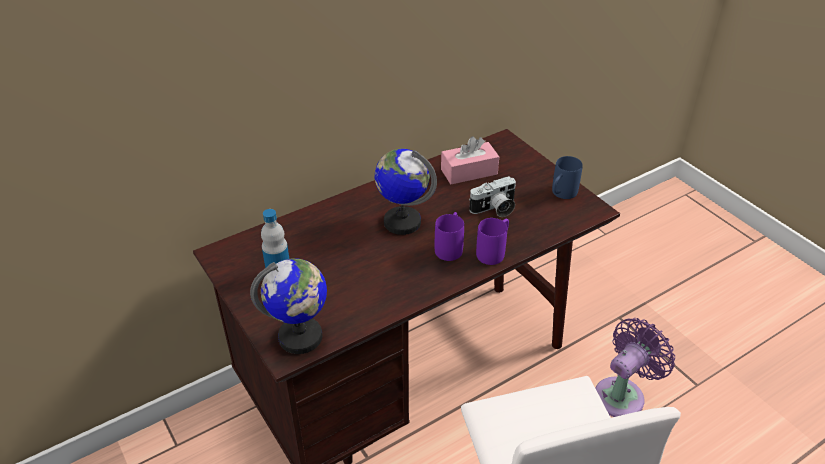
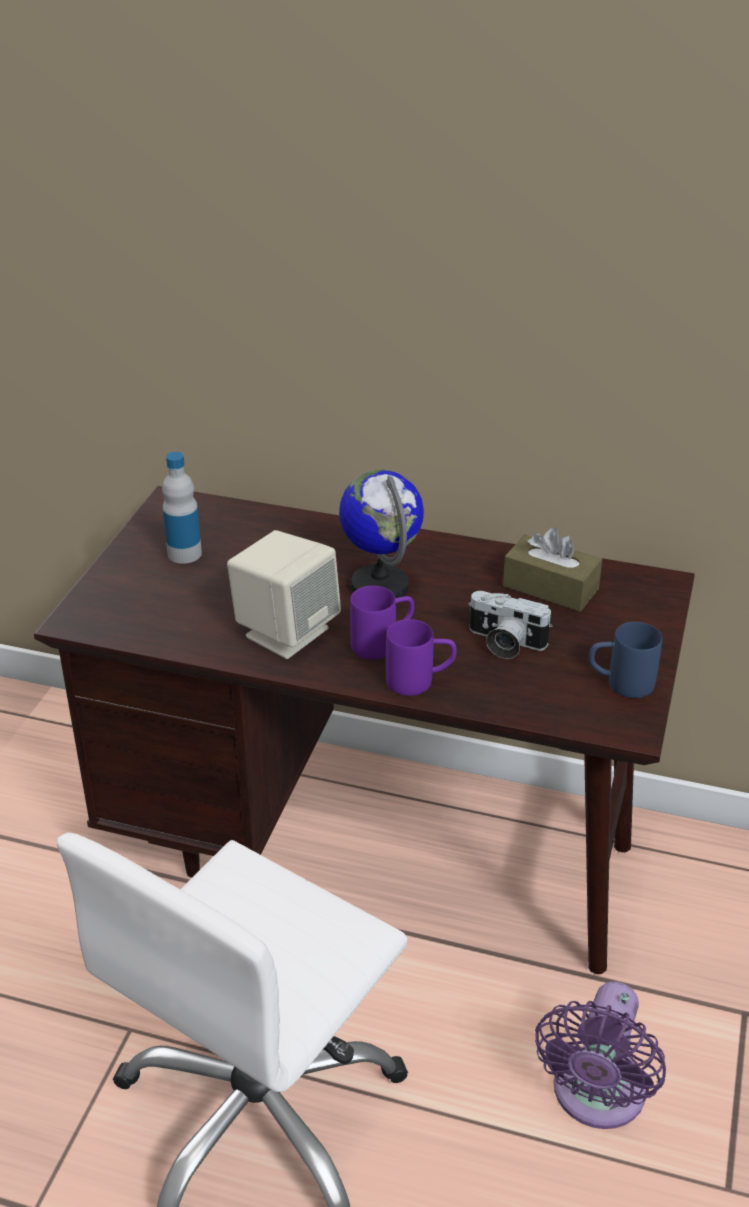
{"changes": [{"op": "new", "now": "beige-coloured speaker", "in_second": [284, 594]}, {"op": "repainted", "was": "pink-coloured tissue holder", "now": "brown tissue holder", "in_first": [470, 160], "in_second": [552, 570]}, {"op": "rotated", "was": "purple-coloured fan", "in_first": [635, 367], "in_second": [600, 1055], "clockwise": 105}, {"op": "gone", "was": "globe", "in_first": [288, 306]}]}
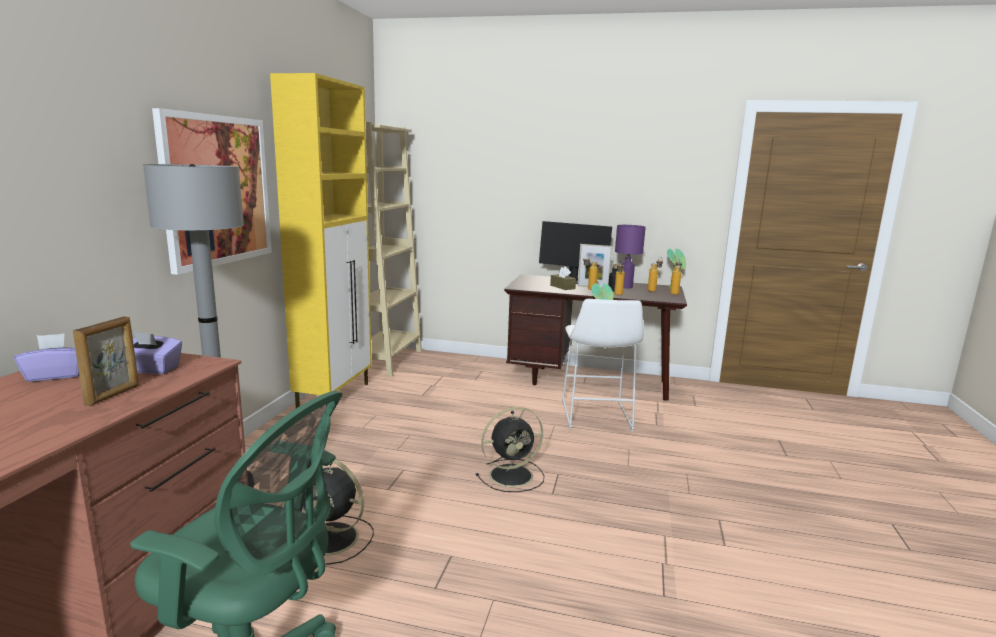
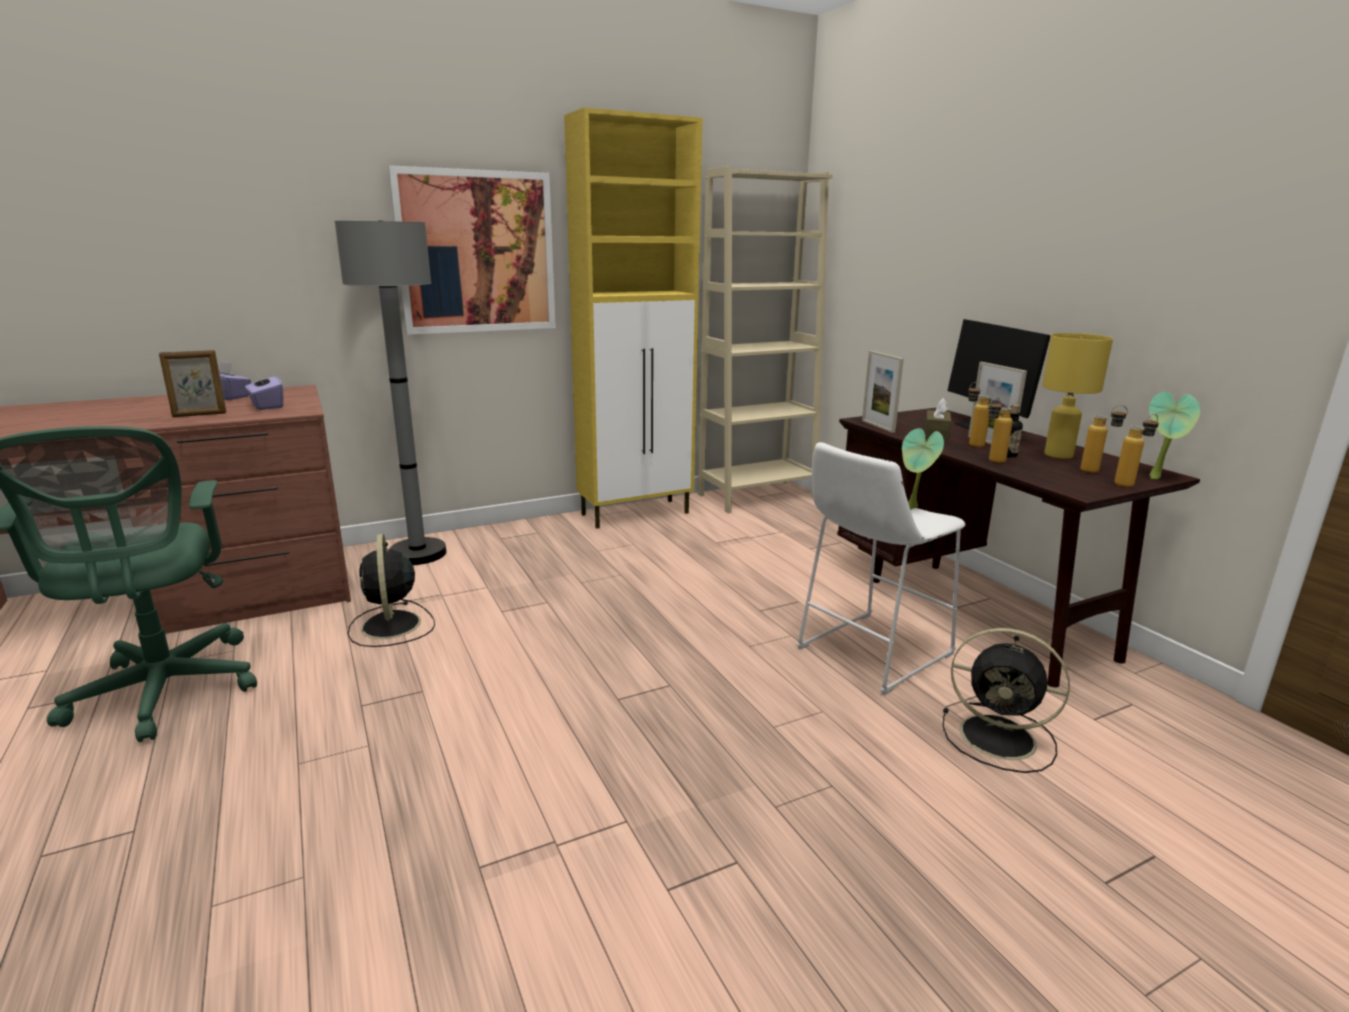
{"changes": [{"op": "new", "now": "photo frame", "in_second": [883, 392]}, {"op": "shifted", "was": "black-coloured fan", "in_first": [509, 449], "in_second": [1006, 700]}, {"op": "repainted", "was": "purple-coloured lamp for a table", "now": "yellowish lamp for a table", "in_first": [630, 256], "in_second": [1077, 396]}]}
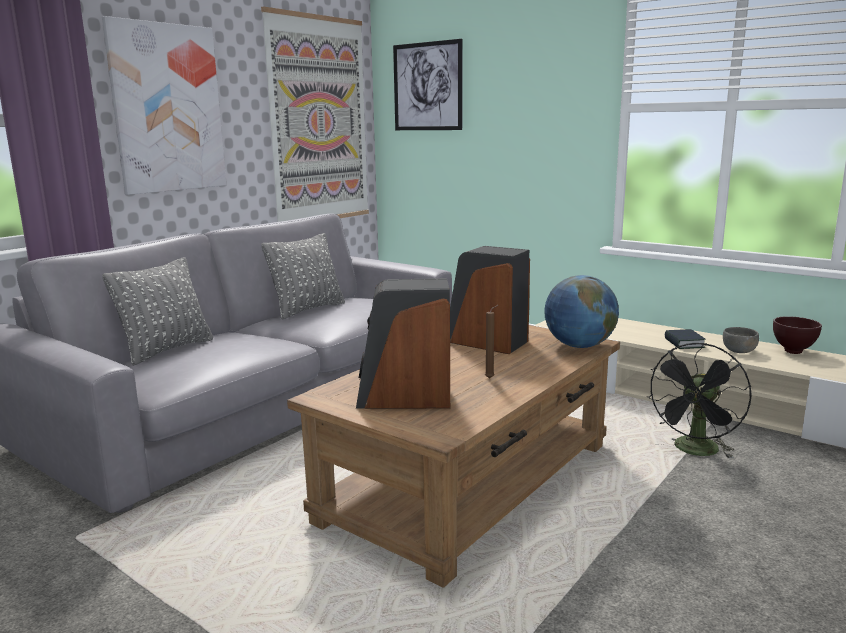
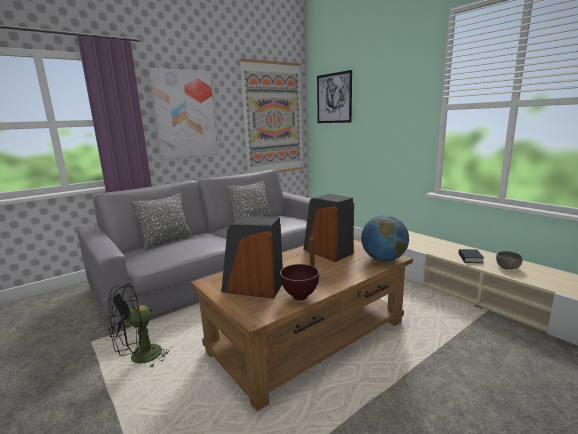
{"changes": [{"op": "shifted", "was": "black-coloured fan", "in_first": [699, 401], "in_second": [140, 325]}, {"op": "shifted", "was": "brown deep dish", "in_first": [797, 335], "in_second": [299, 282]}]}
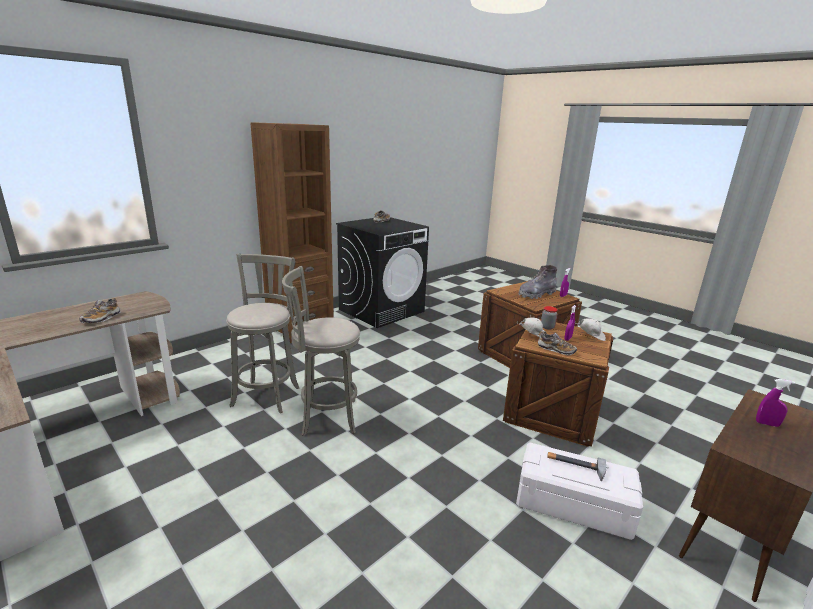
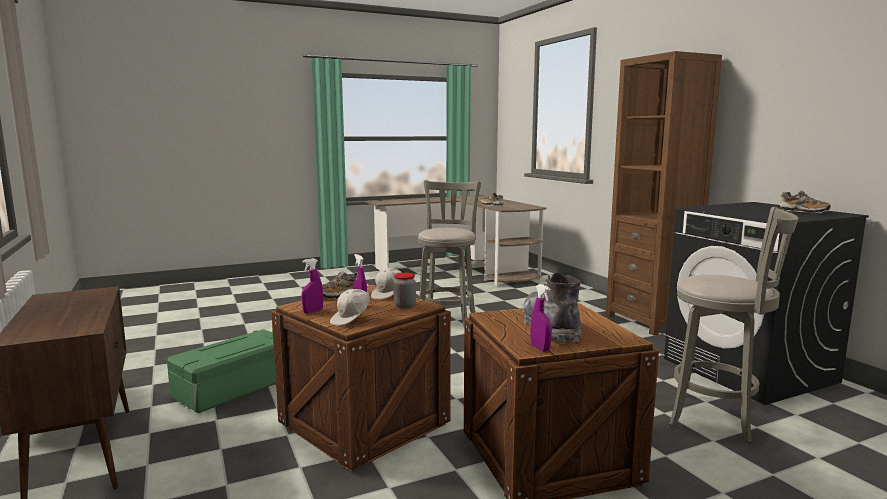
{"changes": [{"op": "repainted", "was": "white storage container", "now": "green storage container", "in_first": [579, 491], "in_second": [221, 371]}, {"op": "shifted", "was": "purple-coloured spray bottle", "in_first": [775, 403], "in_second": [312, 286]}, {"op": "shifted", "was": "gray stool", "in_first": [262, 333], "in_second": [733, 325]}, {"op": "gone", "was": "tool hammer", "in_first": [576, 466]}]}
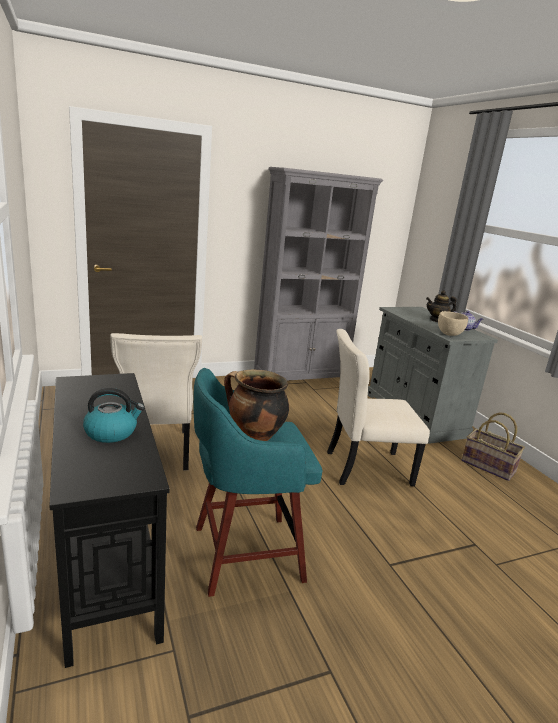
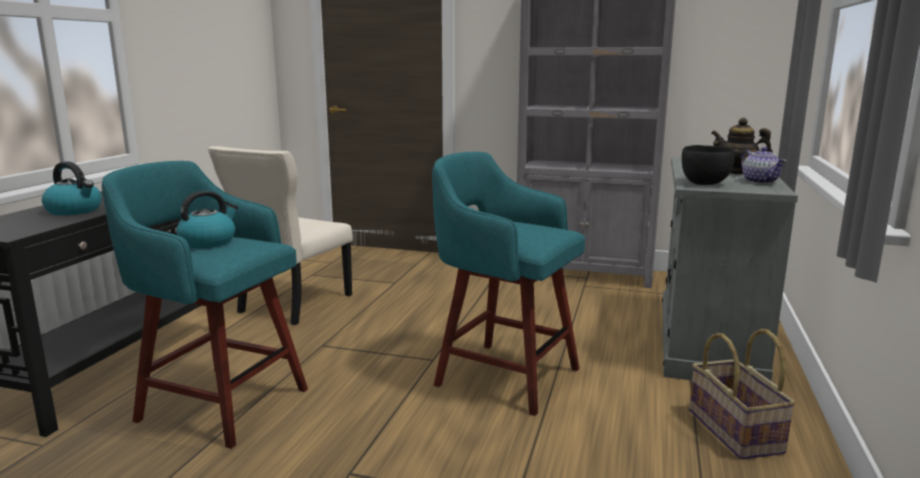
{"changes": [{"op": "swapped", "was": "saucepot", "now": "water kettle", "in_first": [256, 405], "in_second": [207, 219]}, {"op": "swapped", "was": "beige-coloured plain chair", "now": "turquoise stool", "in_first": [378, 407], "in_second": [508, 284]}, {"op": "repainted", "was": "beige-coloured deep dish", "now": "black-coloured deep dish", "in_first": [453, 323], "in_second": [708, 165]}]}
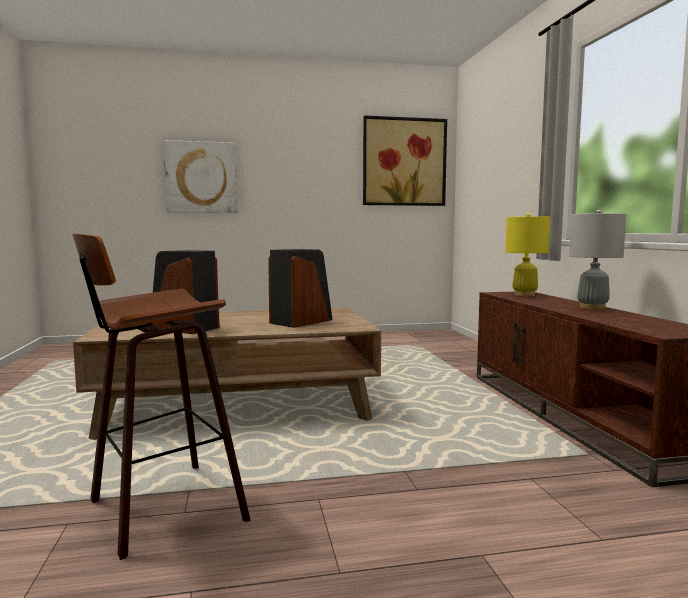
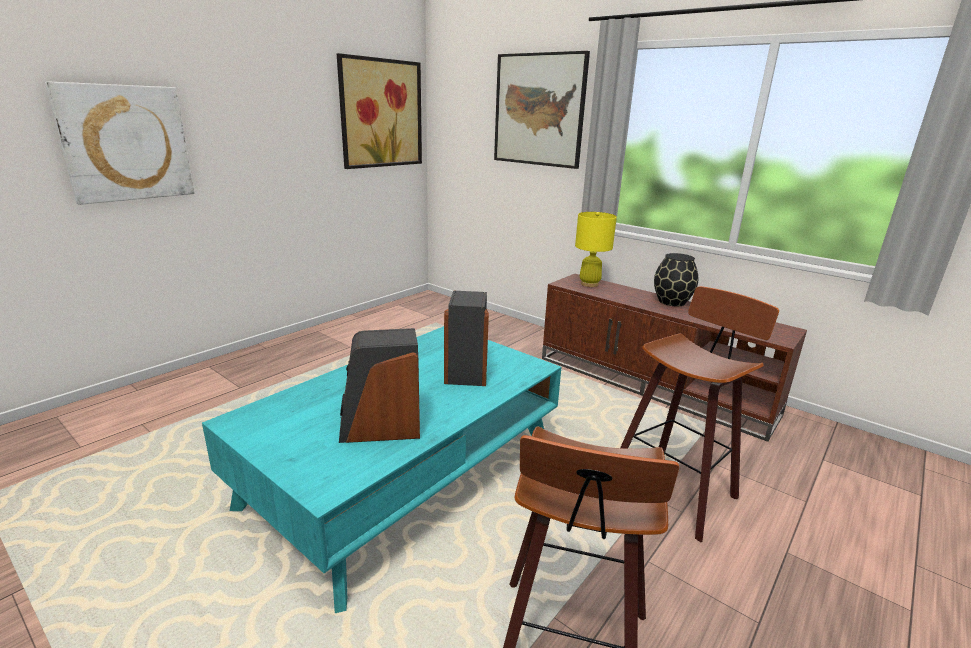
{"changes": [{"op": "repainted", "was": "brown low table", "now": "turquoise low table", "in_first": [227, 374], "in_second": [381, 469]}, {"op": "new", "now": "picture", "in_second": [542, 110]}, {"op": "new", "now": "stool", "in_second": [699, 414]}, {"op": "swapped", "was": "gray lamp for a table", "now": "black-coloured flower vase", "in_first": [597, 260], "in_second": [676, 279]}]}
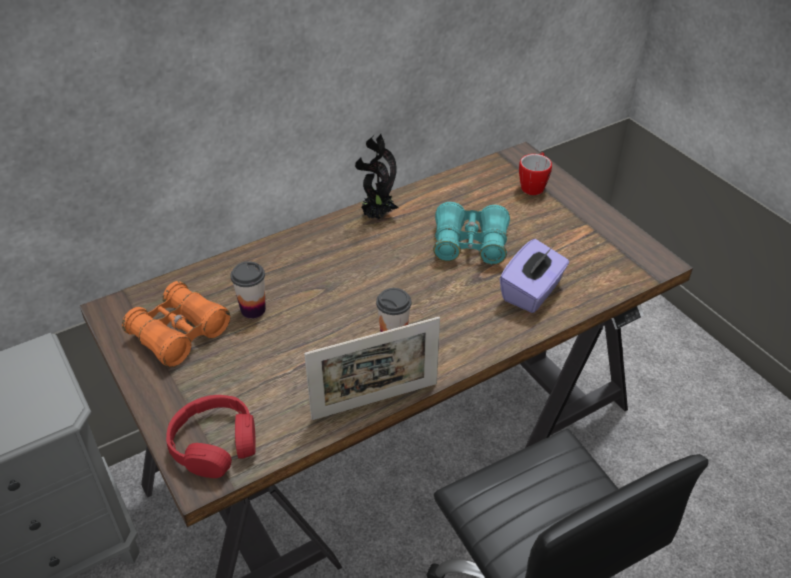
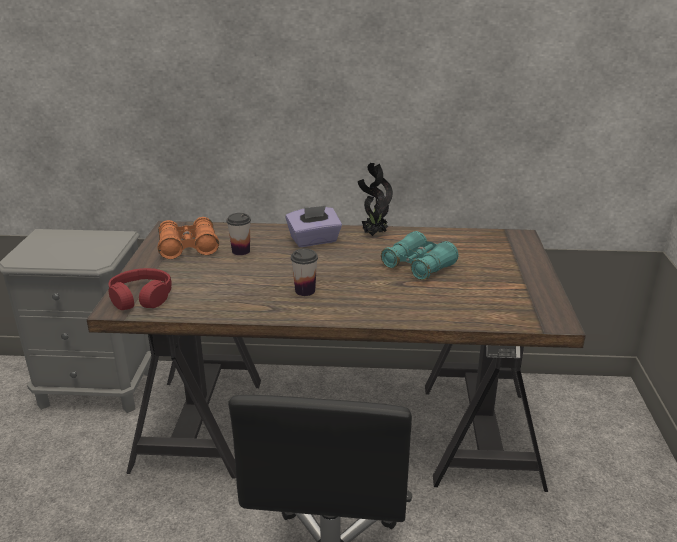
{"changes": [{"op": "shifted", "was": "purple-coloured tissue holder", "in_first": [534, 276], "in_second": [314, 226]}, {"op": "gone", "was": "photo frame", "in_first": [372, 368]}, {"op": "gone", "was": "mug", "in_first": [535, 173]}]}
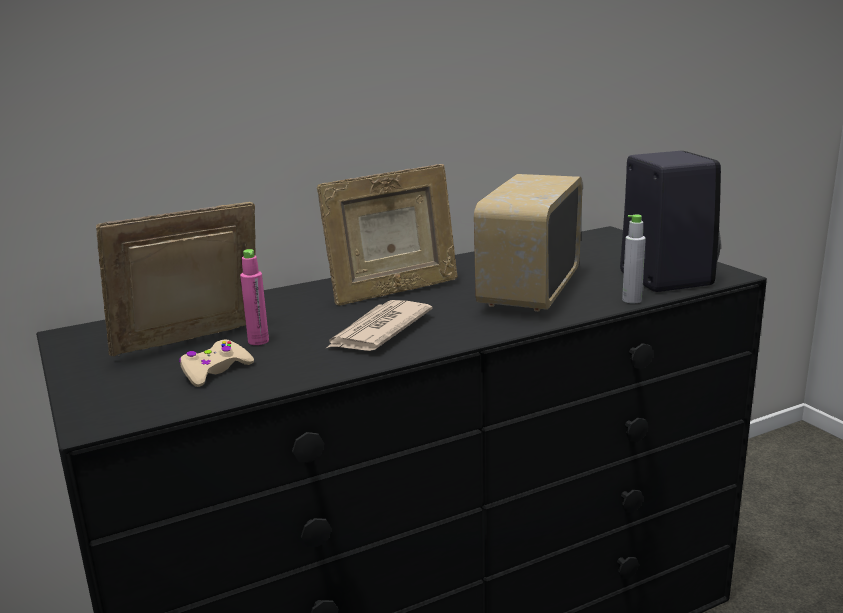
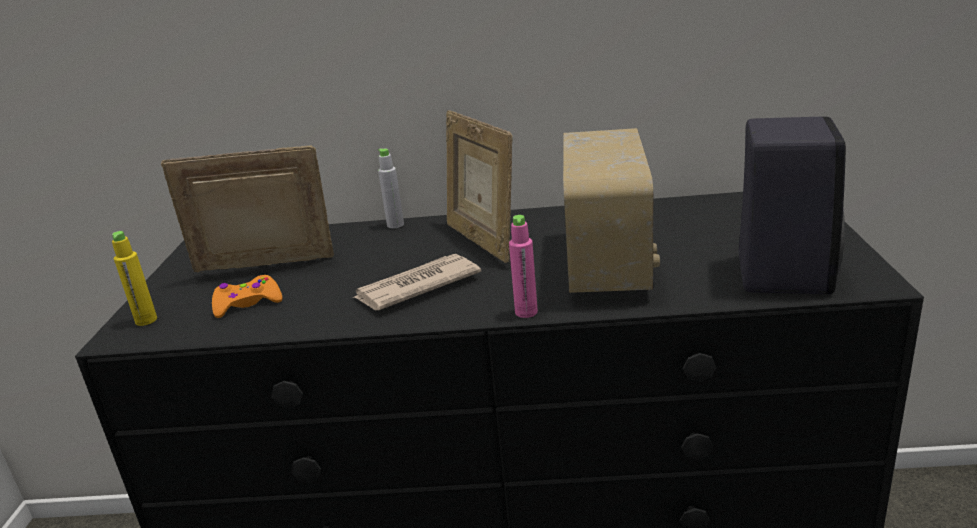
{"changes": [{"op": "new", "now": "yellowish bottle", "in_second": [134, 278]}, {"op": "repainted", "was": "beige-coloured gamepad", "now": "orange-coloured gamepad", "in_first": [216, 363], "in_second": [247, 296]}, {"op": "shifted", "was": "gray bottle", "in_first": [634, 258], "in_second": [391, 188]}, {"op": "rotated", "was": "photo frame", "in_first": [387, 235], "in_second": [479, 186], "clockwise": 60}, {"op": "shifted", "was": "pink-coloured bottle", "in_first": [254, 297], "in_second": [523, 266]}, {"op": "rotated", "was": "radio receiver", "in_first": [528, 243], "in_second": [611, 210], "clockwise": 135}]}
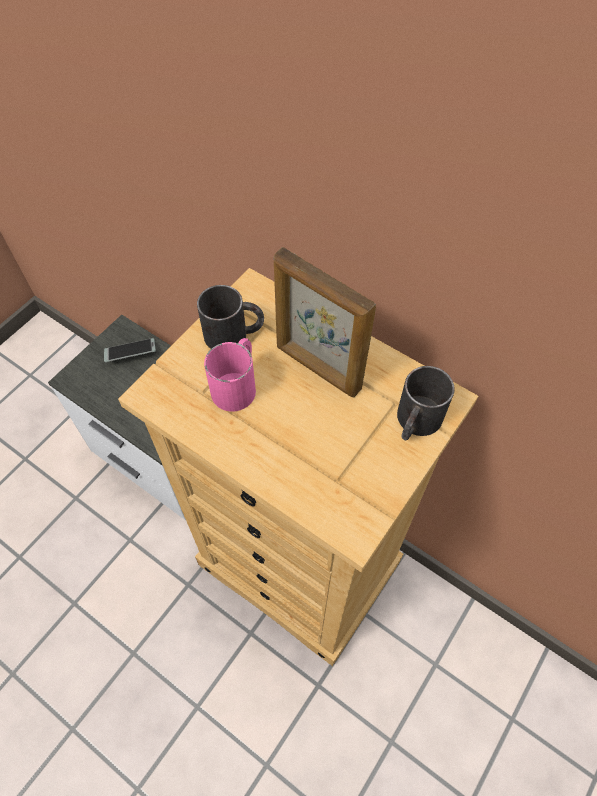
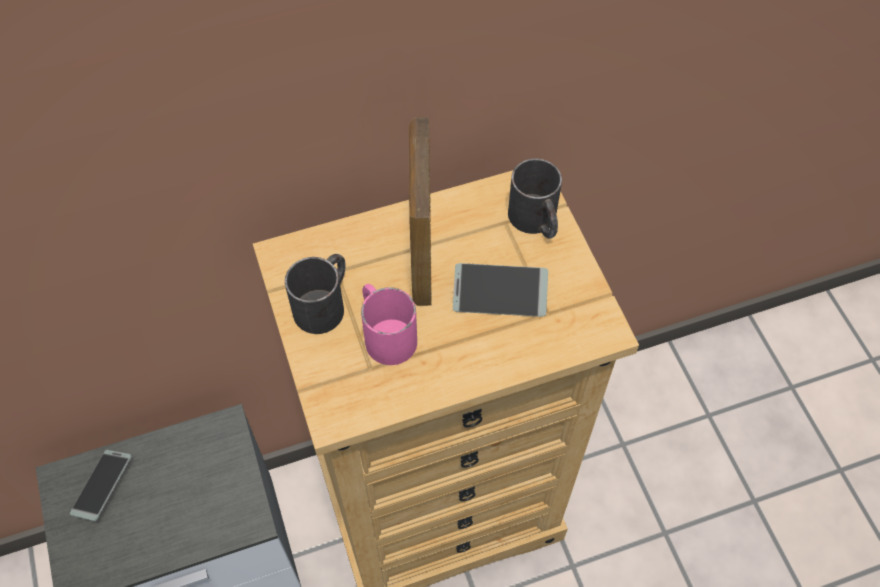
{"changes": [{"op": "rotated", "was": "photo frame", "in_first": [325, 322], "in_second": [420, 211], "clockwise": 105}, {"op": "new", "now": "handset", "in_second": [500, 290]}]}
